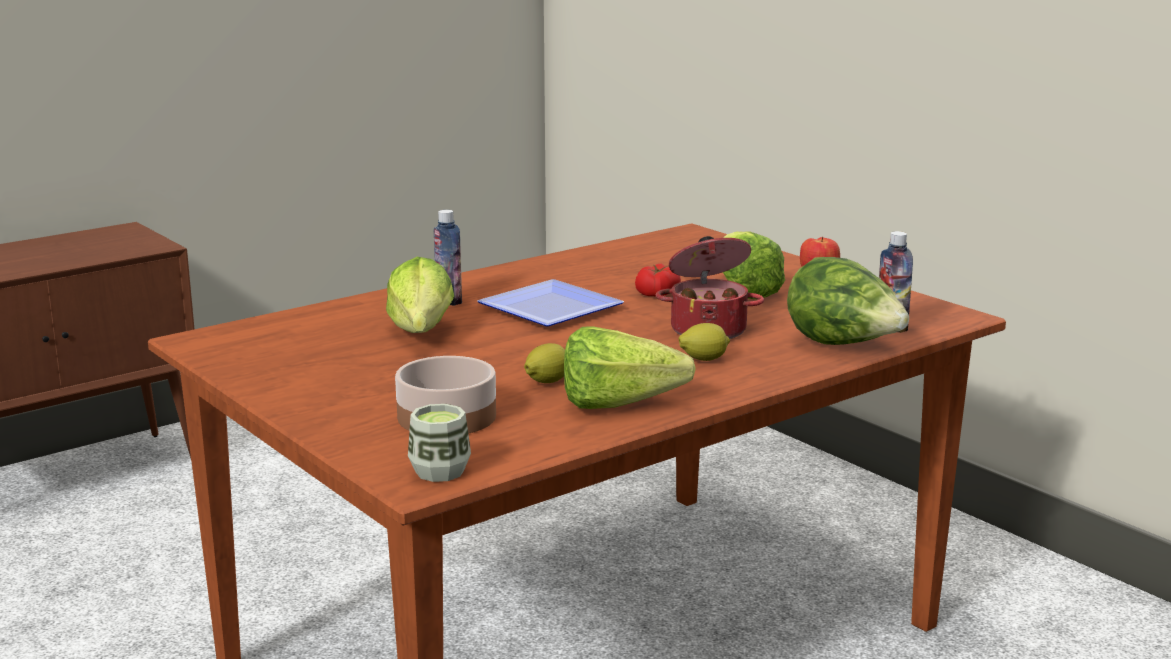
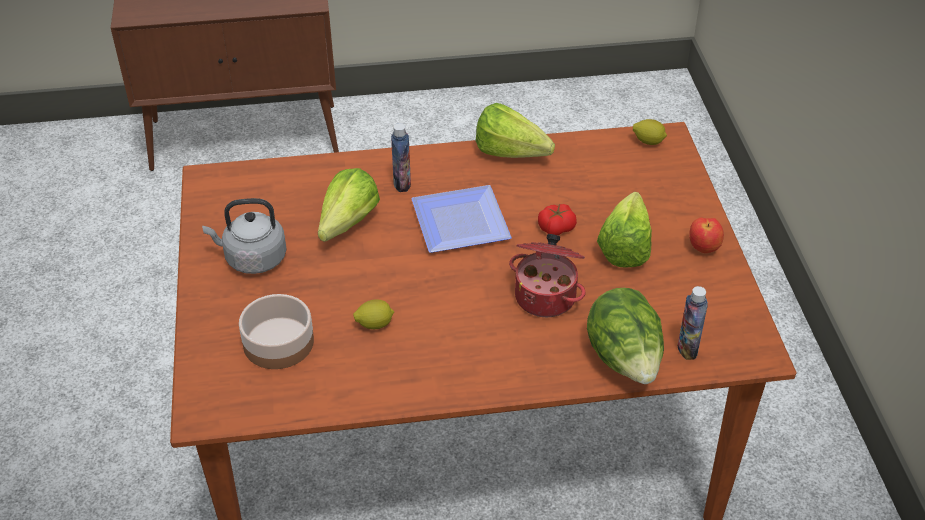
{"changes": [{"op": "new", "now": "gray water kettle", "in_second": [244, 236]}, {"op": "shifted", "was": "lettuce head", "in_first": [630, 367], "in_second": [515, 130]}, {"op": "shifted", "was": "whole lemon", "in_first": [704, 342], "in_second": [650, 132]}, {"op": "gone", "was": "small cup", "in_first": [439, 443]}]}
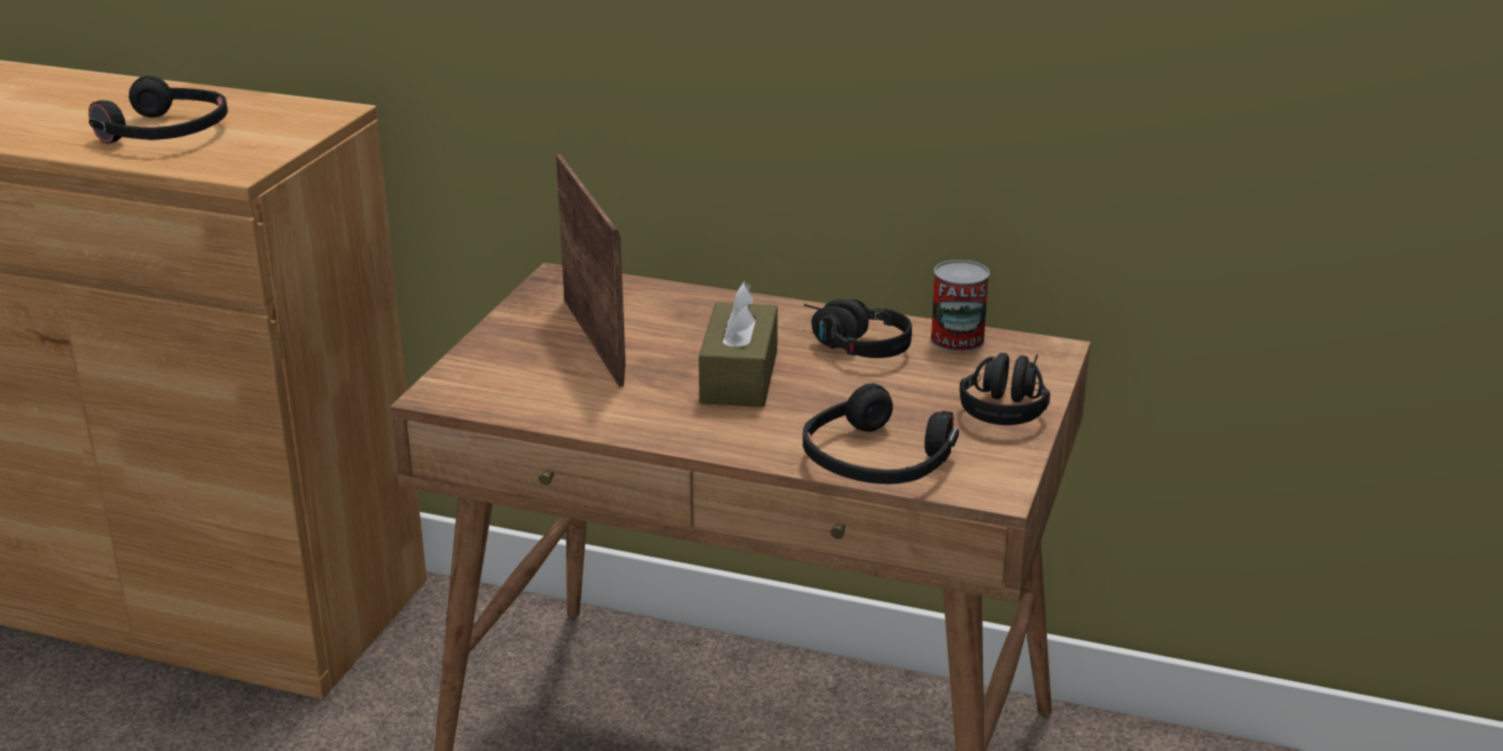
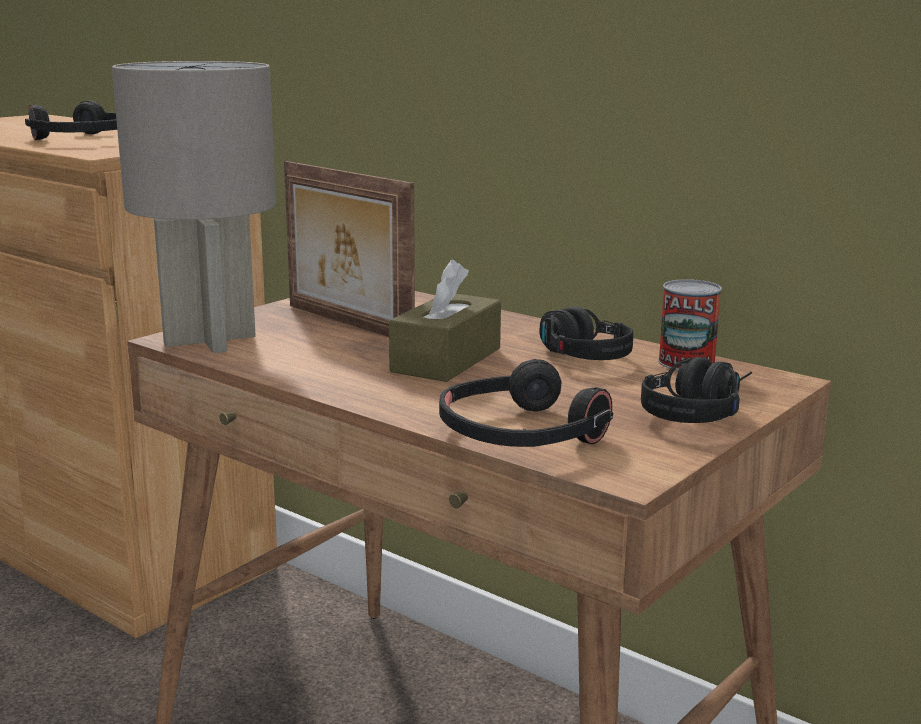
{"changes": [{"op": "new", "now": "gray lamp for a table", "in_second": [194, 207]}, {"op": "rotated", "was": "photo frame", "in_first": [591, 270], "in_second": [349, 249], "clockwise": 135}]}
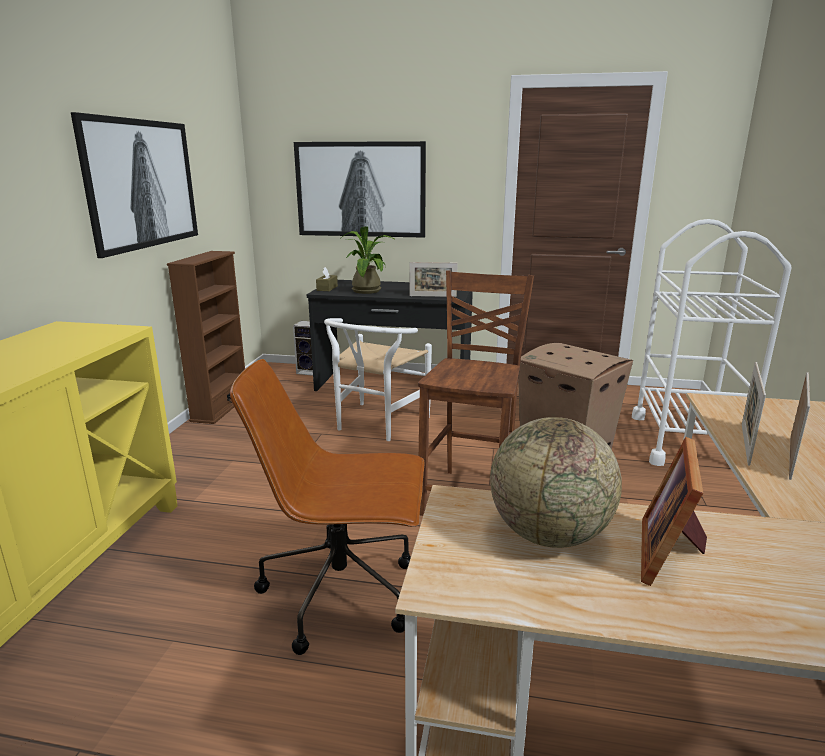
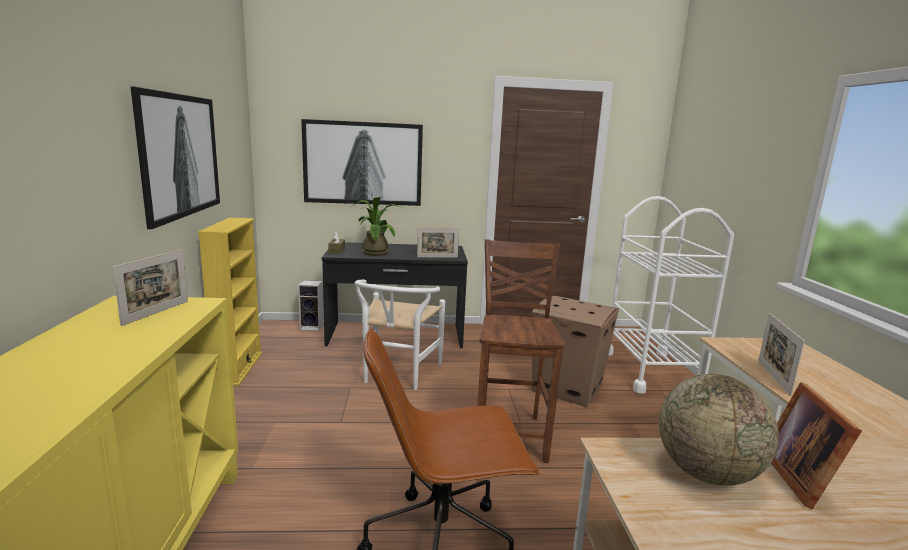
{"changes": [{"op": "shifted", "was": "photo frame", "in_first": [799, 426], "in_second": [150, 287]}, {"op": "repainted", "was": "brown bookcase", "now": "yellowish bookcase", "in_first": [206, 337], "in_second": [230, 302]}]}
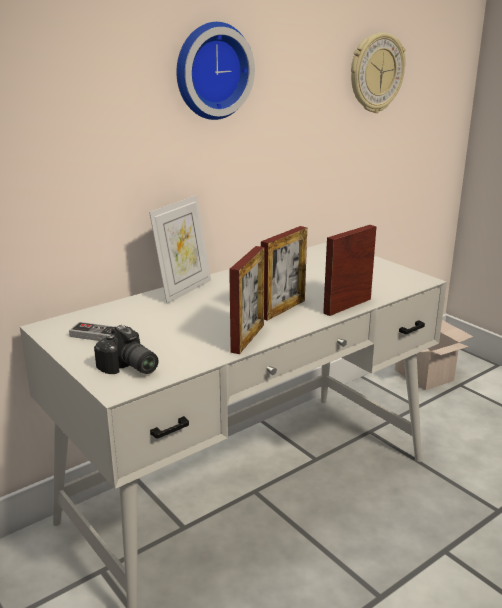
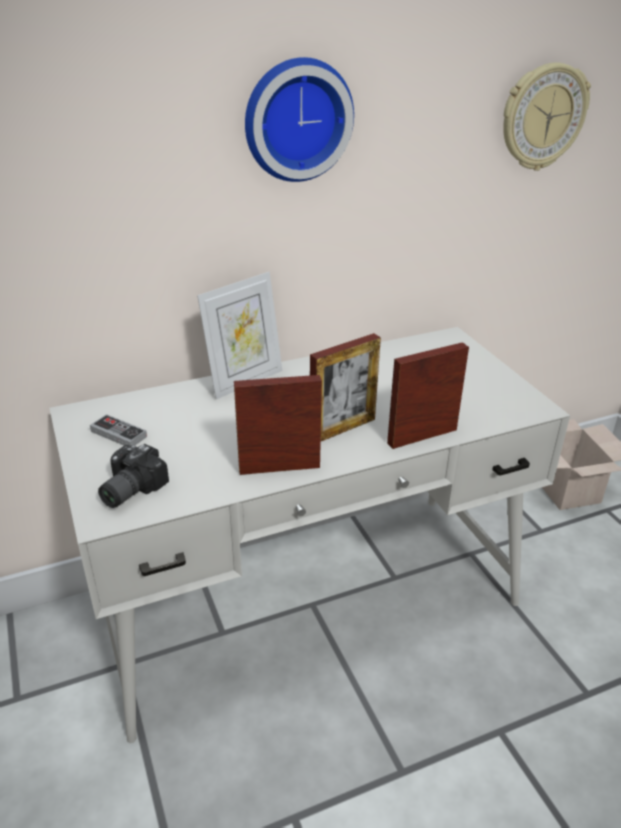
{"changes": [{"op": "rotated", "was": "photo camera", "in_first": [126, 349], "in_second": [133, 476], "clockwise": 60}, {"op": "rotated", "was": "photo frame", "in_first": [247, 300], "in_second": [278, 425], "clockwise": -135}]}
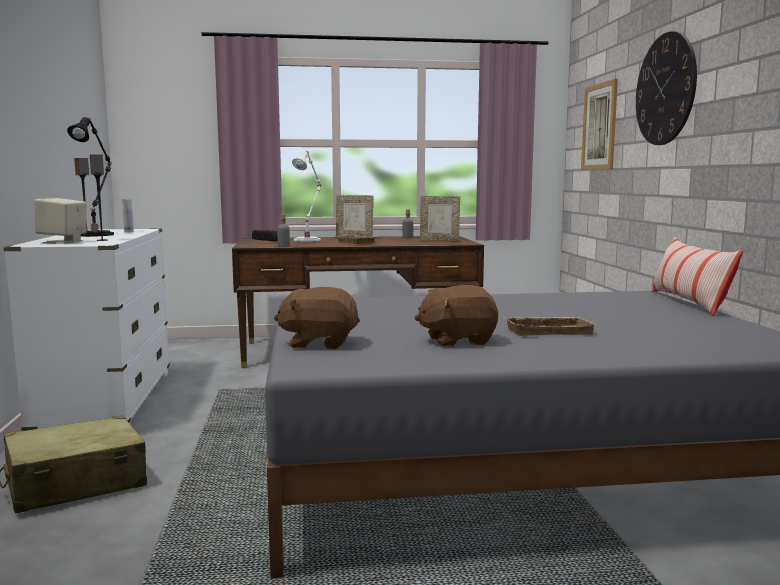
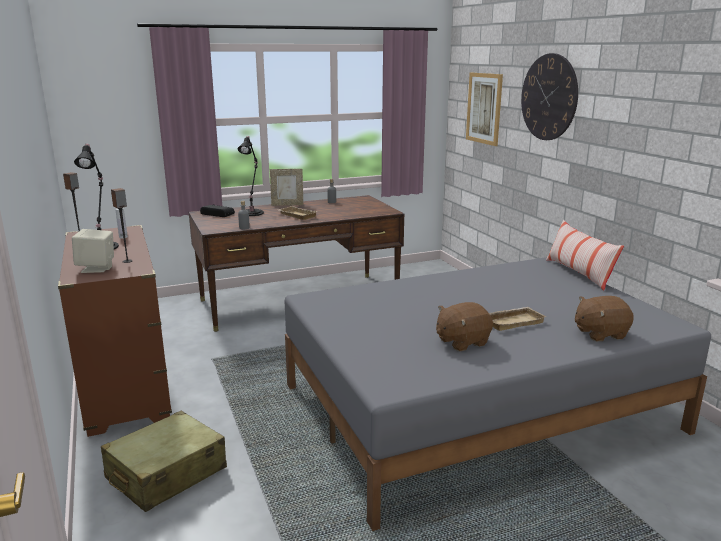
{"changes": [{"op": "repainted", "was": "white drawer chest", "now": "brown drawer chest", "in_first": [86, 329], "in_second": [115, 331]}, {"op": "repainted", "was": "white lamp for a table", "now": "black-coloured lamp for a table", "in_first": [307, 196], "in_second": [251, 176]}, {"op": "shifted", "was": "brown cuddly toy", "in_first": [317, 318], "in_second": [604, 318]}, {"op": "gone", "was": "photo frame", "in_first": [440, 218]}]}
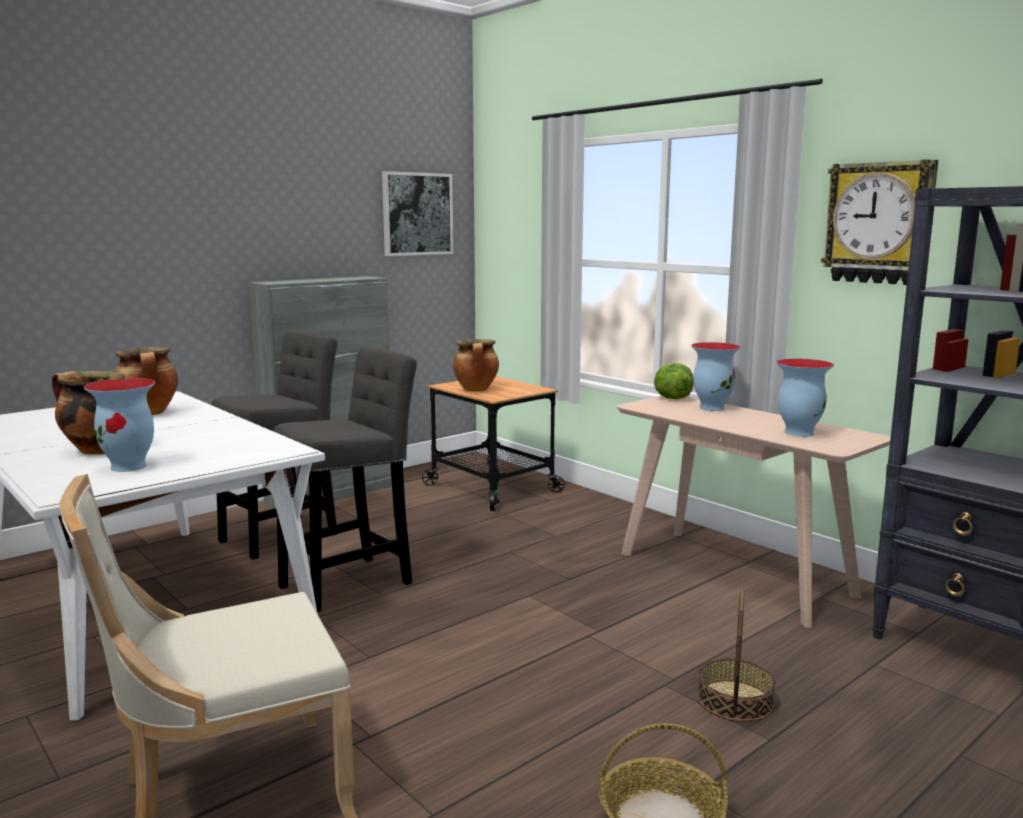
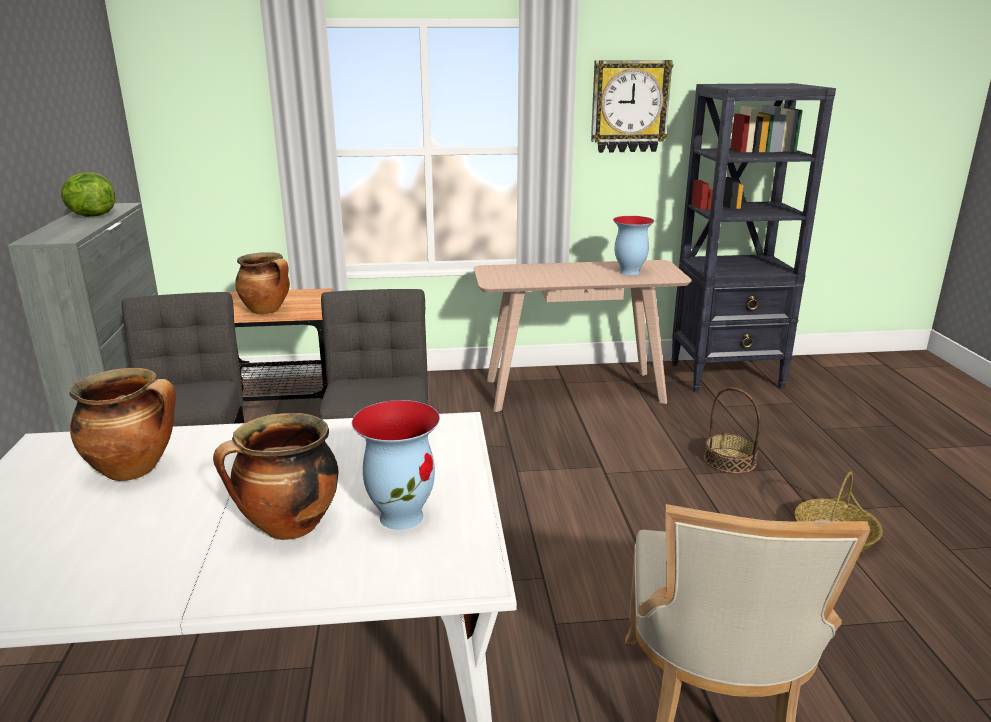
{"changes": [{"op": "shifted", "was": "lettuce head", "in_first": [674, 381], "in_second": [88, 194]}, {"op": "gone", "was": "picture", "in_first": [417, 213]}, {"op": "gone", "was": "flower vase", "in_first": [716, 376]}]}
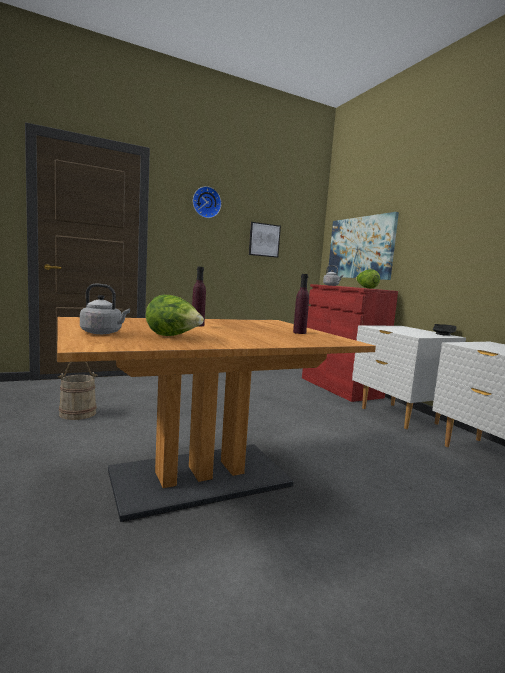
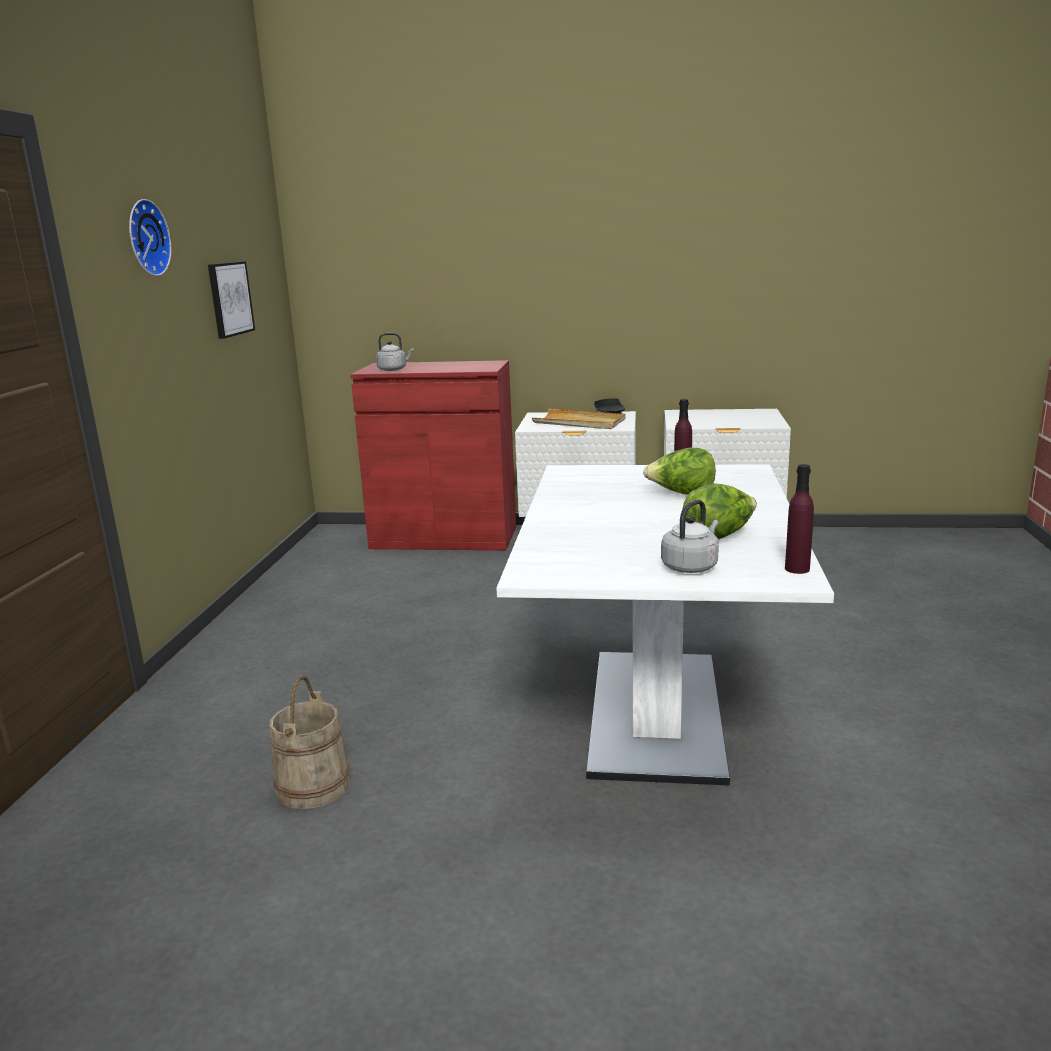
{"changes": [{"op": "repainted", "was": "brown dinner table", "now": "white dinner table", "in_first": [216, 419], "in_second": [665, 624]}, {"op": "new", "now": "beige-coloured serving tray", "in_second": [578, 419]}, {"op": "shifted", "was": "lettuce head", "in_first": [368, 279], "in_second": [679, 471]}, {"op": "shifted", "was": "purple-coloured bottle", "in_first": [199, 296], "in_second": [799, 519]}, {"op": "gone", "was": "picture", "in_first": [363, 246]}]}
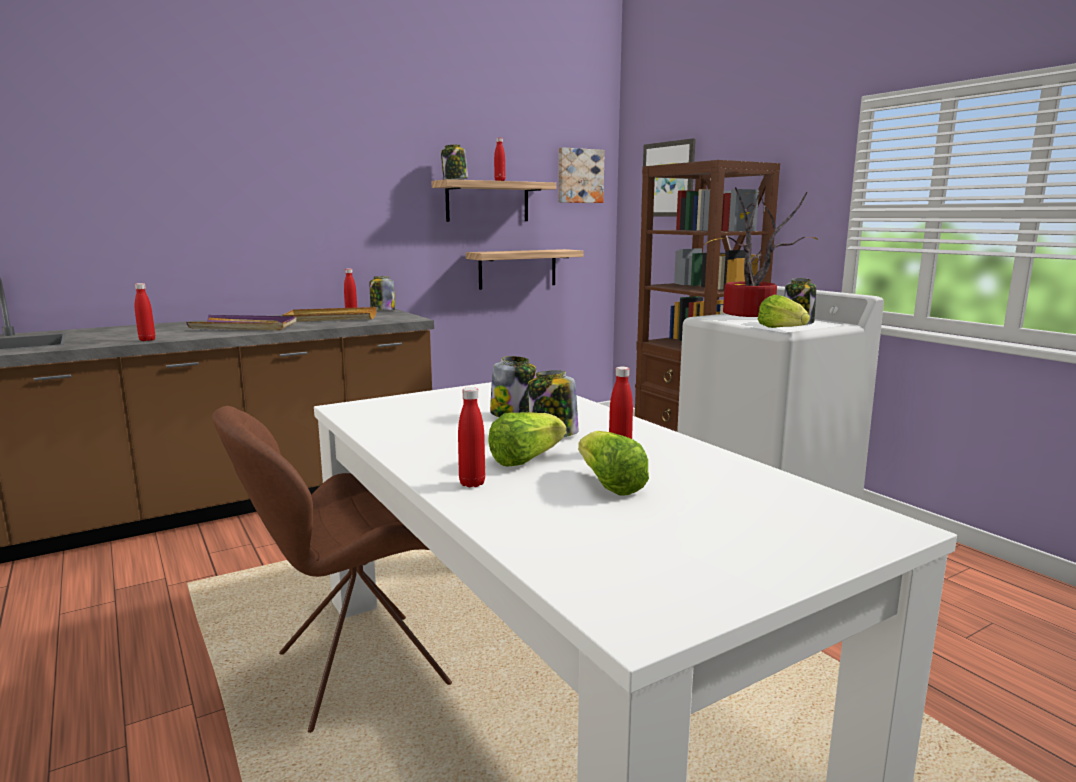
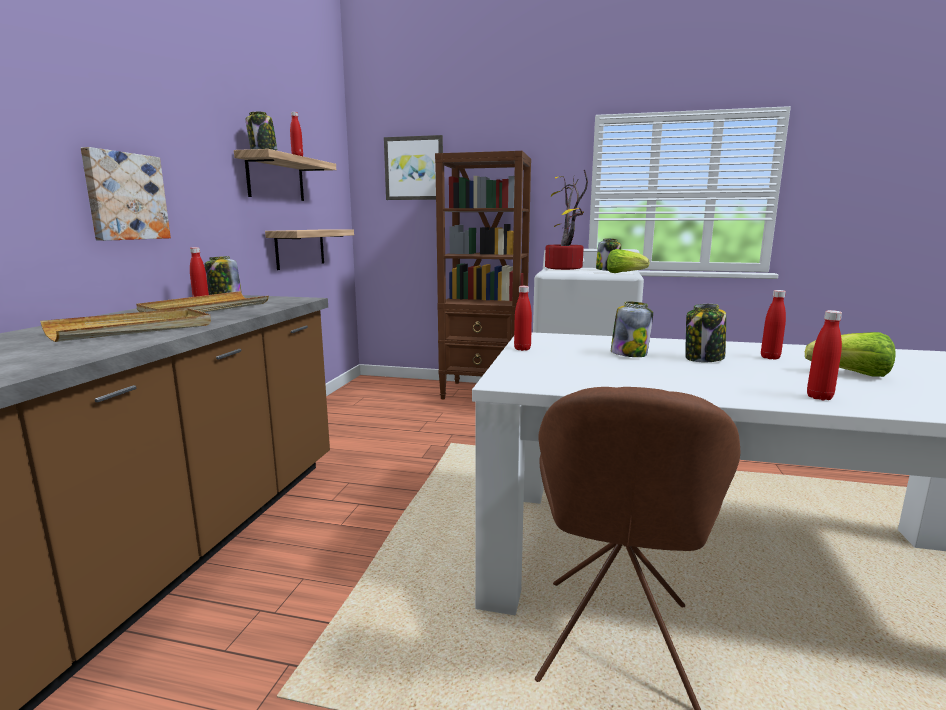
{"changes": [{"op": "repainted", "was": "purple-coloured serving tray", "now": "beige-coloured serving tray", "in_first": [241, 322], "in_second": [125, 325]}, {"op": "shifted", "was": "picture", "in_first": [581, 175], "in_second": [126, 194]}, {"op": "shifted", "was": "red-coloured bottle", "in_first": [145, 312], "in_second": [523, 318]}, {"op": "gone", "was": "lettuce head", "in_first": [527, 439]}]}
